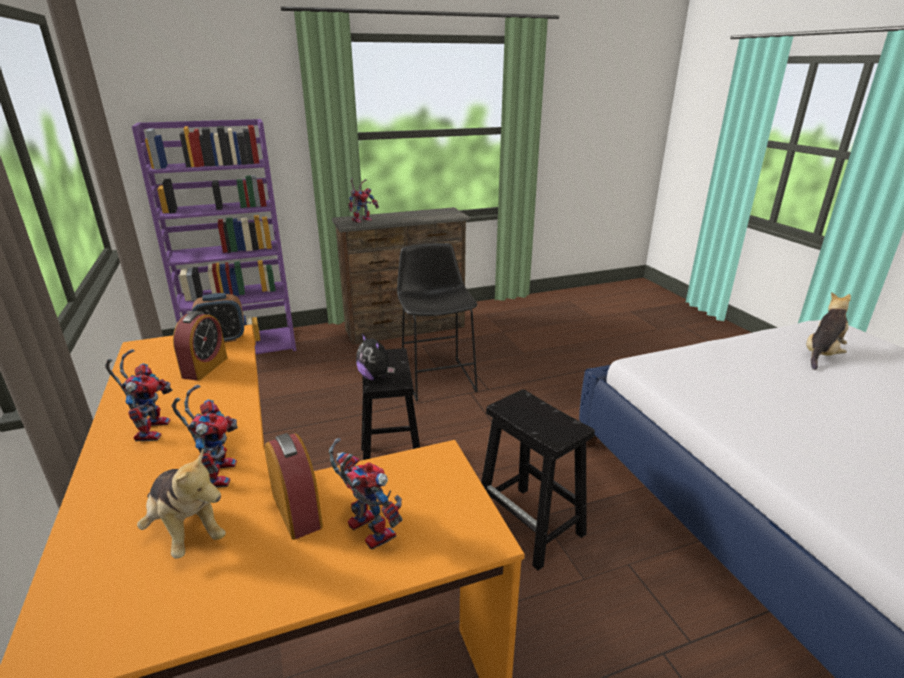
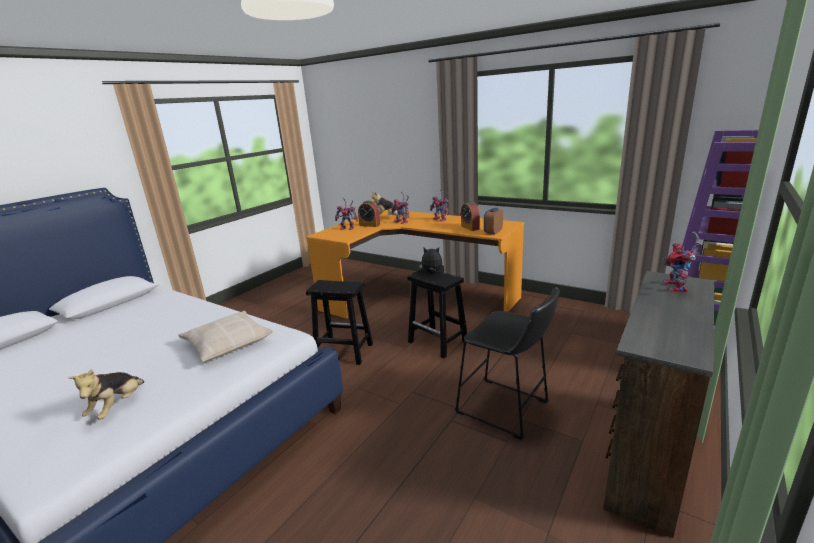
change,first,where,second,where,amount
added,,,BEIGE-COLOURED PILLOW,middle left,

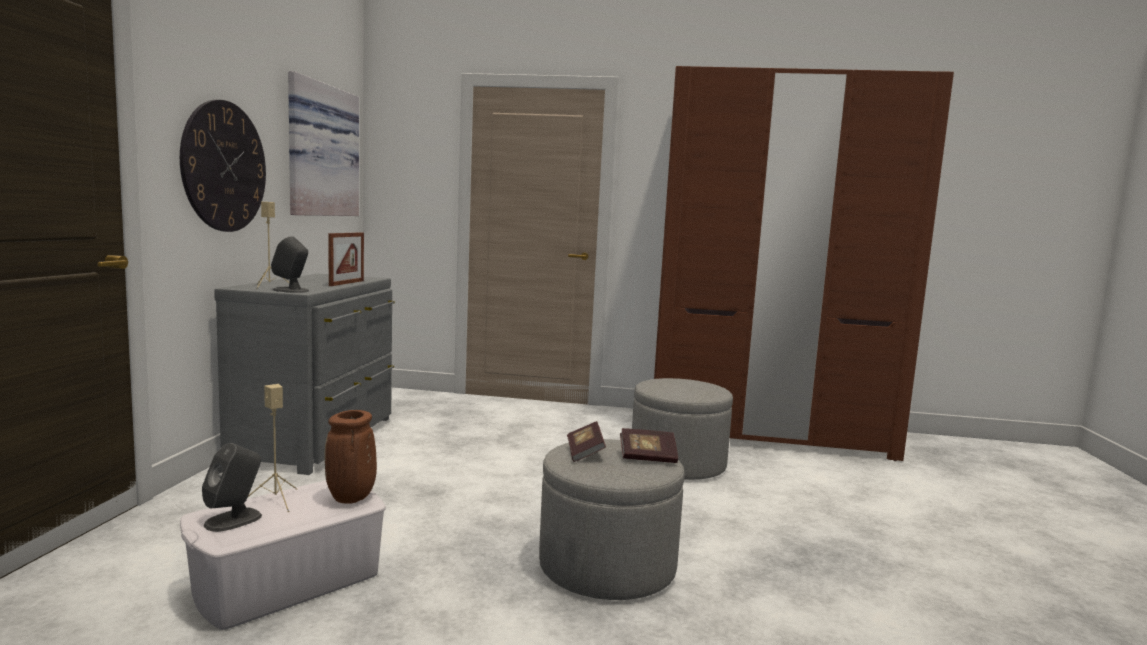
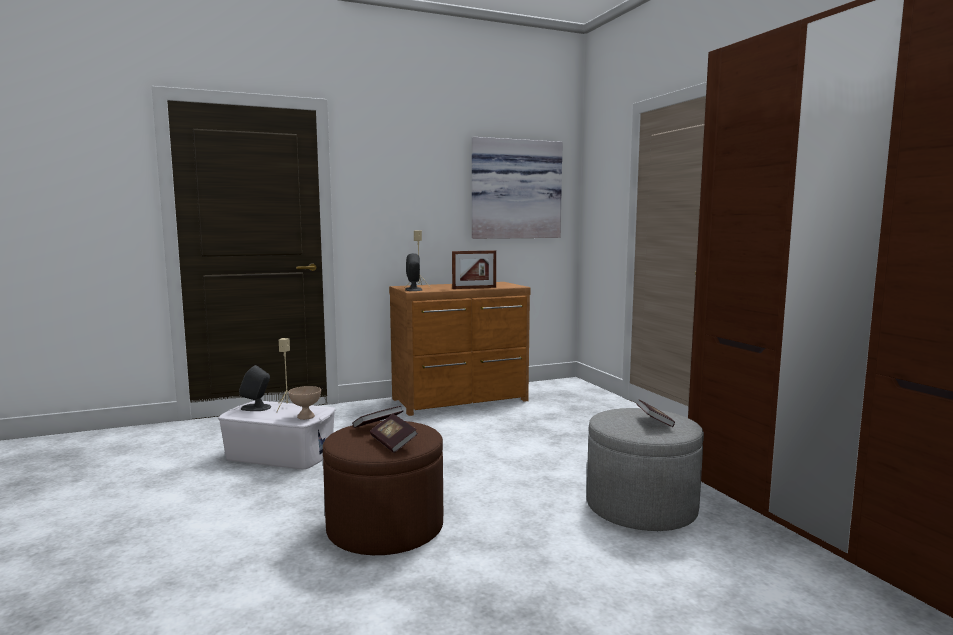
change,first,where,second,where,amount
removed,WALL CLOCK,top left,,,
recoloured,GREYISH CHEST OF DRAWERS,middle left,BROWNISH CHEST OF DRAWERS,centre,
replaced,BROWNISH VASE,bottom left,BEIGE-COLOURED DEEP DISH,middle left,
recoloured,GREYISH FOOTREST (1st from left),bottom centre,BROWNISH FOOTREST,bottom centre,
added,,,VOLUME (3rd from left),middle right,

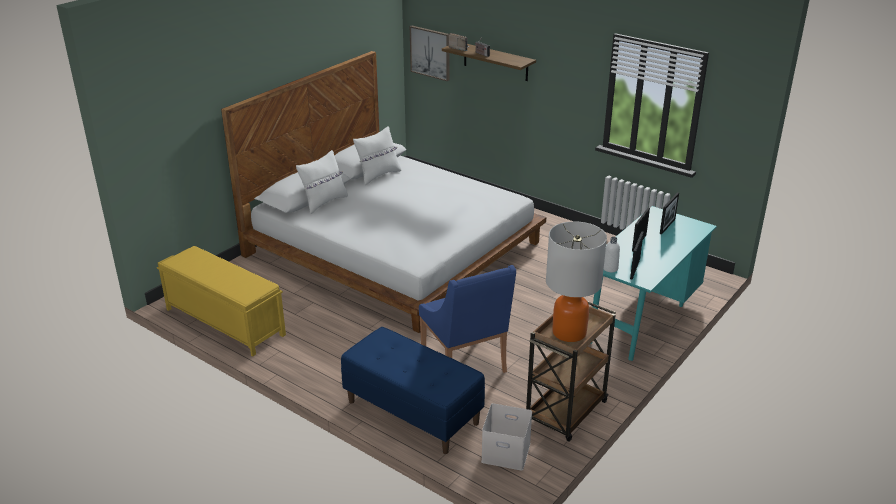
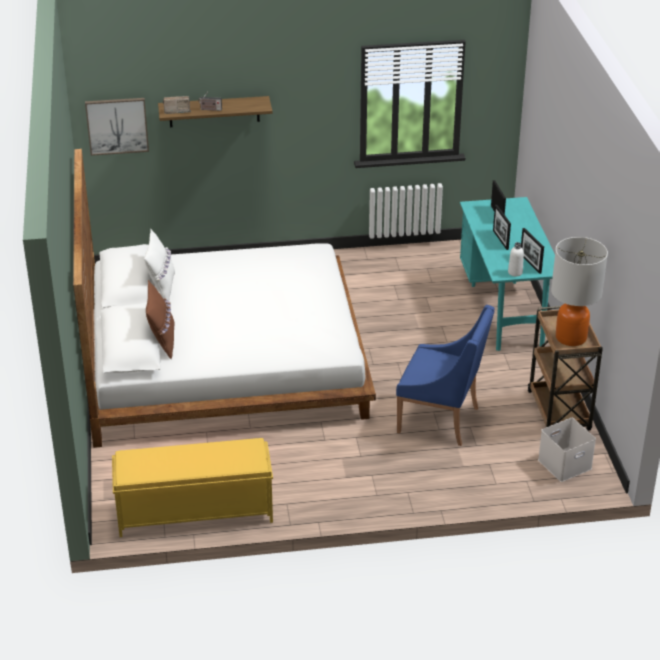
change,first,where,second,where,amount
recoloured,WHITE PILLOW (1st from left),centre,BROWNISH PILLOW,middle left,
removed,BLUISH LONG SEAT,bottom centre,,,

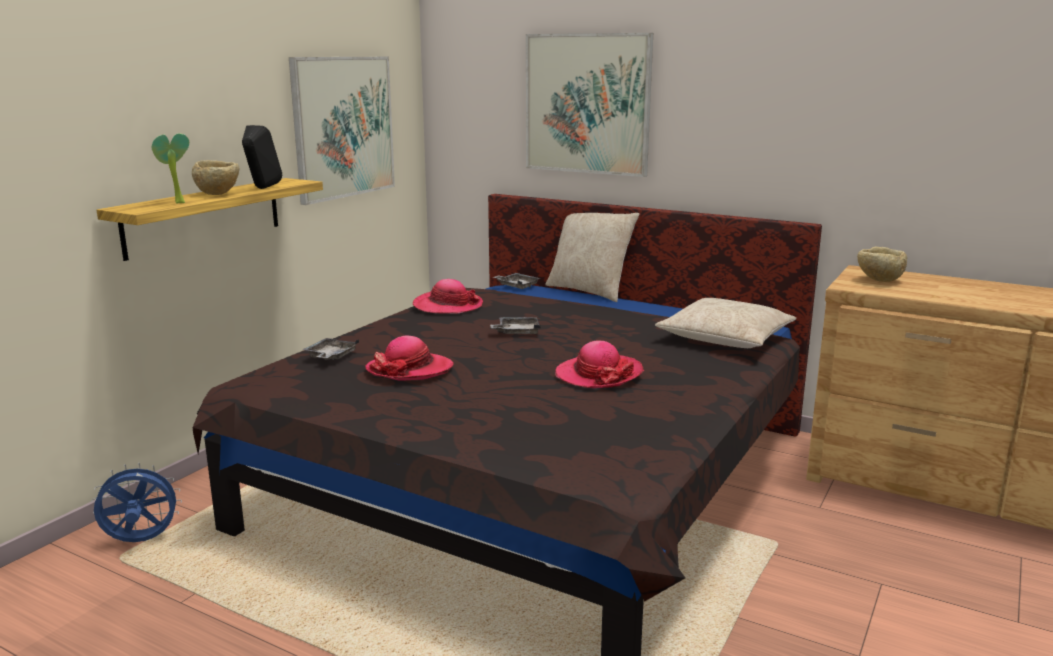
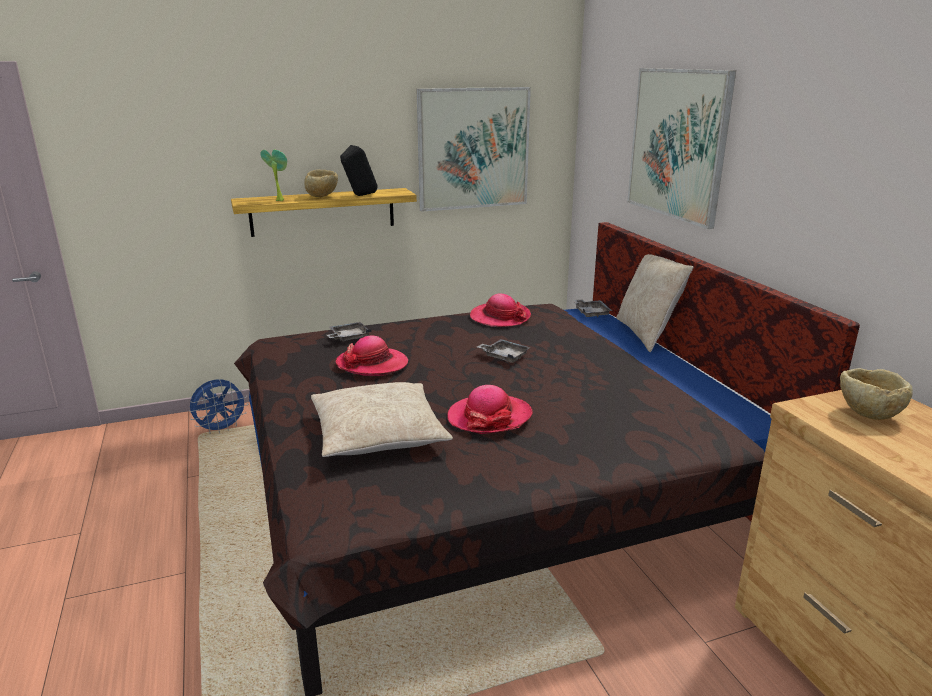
change,first,where,second,where,amount
turned,BLUISH ELECTRIC FAN,bottom left,,middle left,120 degrees clockwise
moved,BEIGE-COLOURED PILLOW (2nd from left in the first image),middle right,BEIGE-COLOURED PILLOW (1st from left),centre,

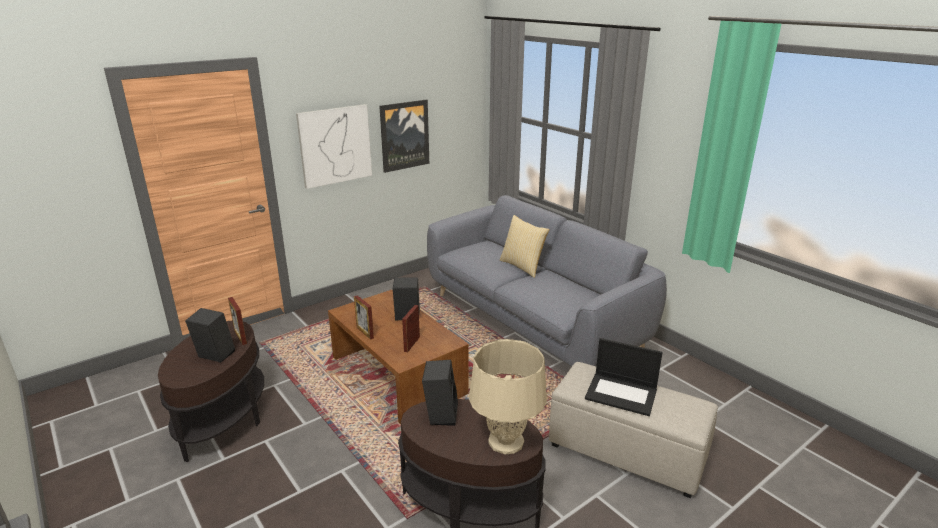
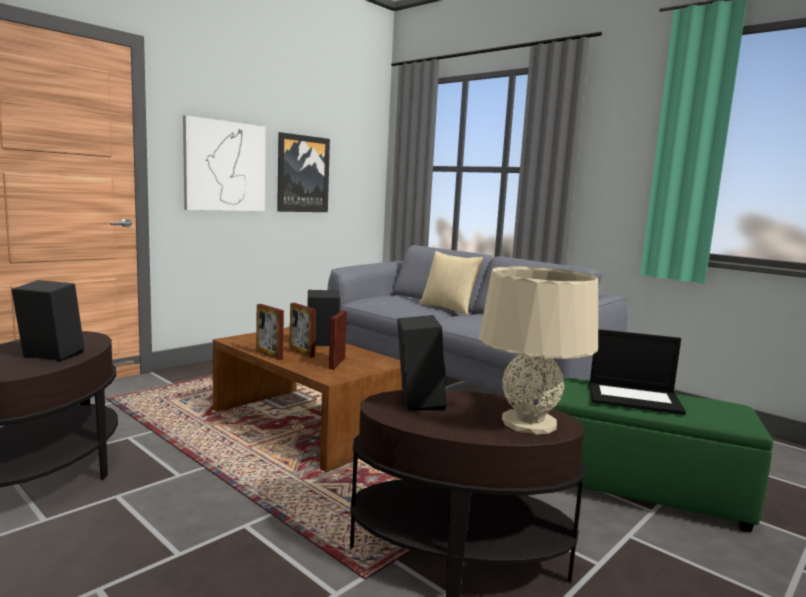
change,first,where,second,where,amount
moved,PHOTO FRAME (1st from left in the first image),middle left,PHOTO FRAME (2nd from left),centre,
recoloured,BEIGE-COLOURED FOOTREST,bottom right,GREEN FOOTREST,bottom right,

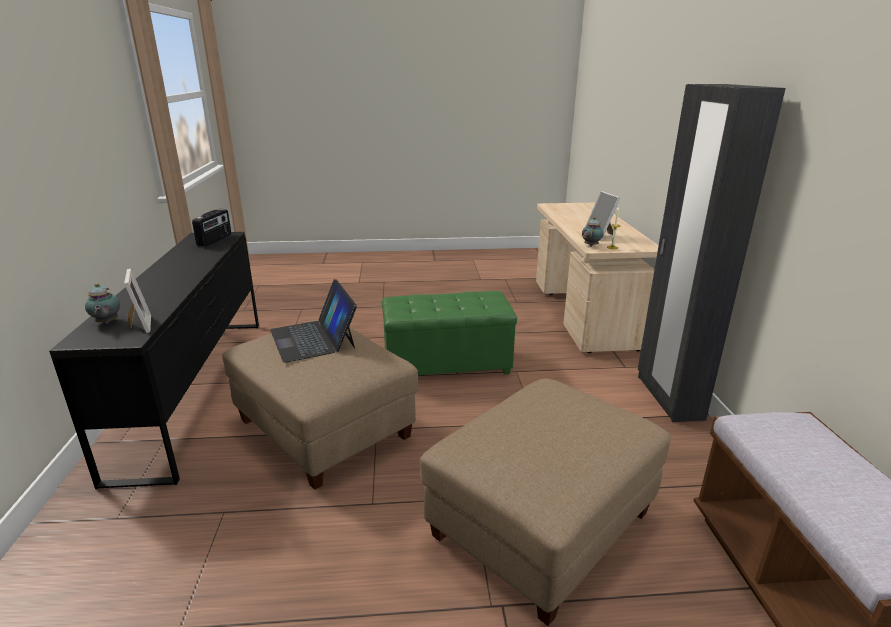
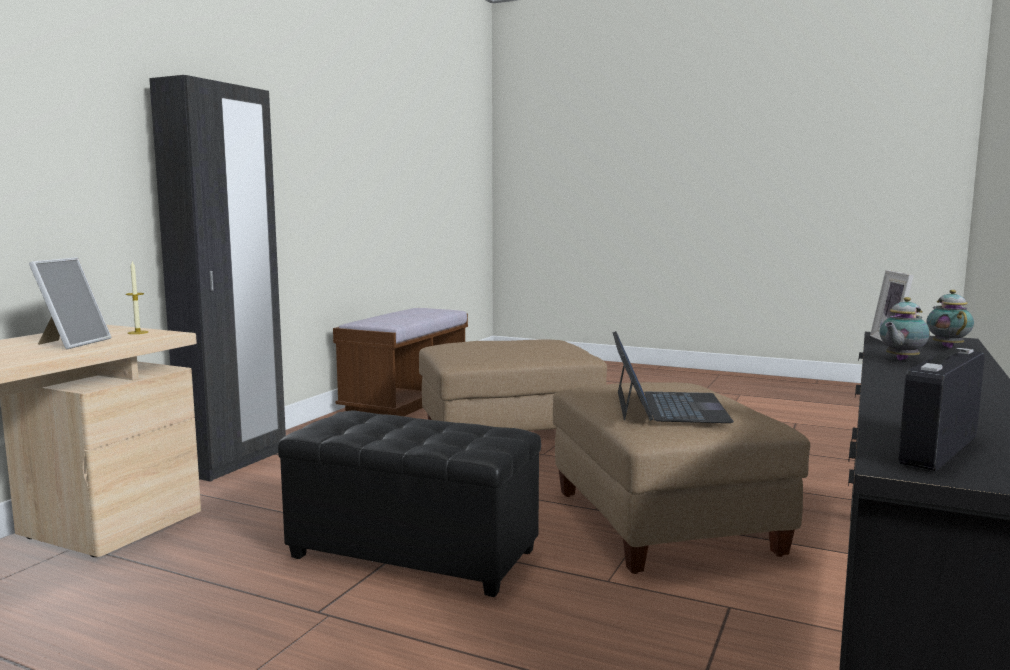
change,first,where,second,where,amount
recoloured,GREEN FOOTREST,centre,BLACK-COLOURED FOOTREST,bottom centre,
moved,TEAPOT (2nd from left in the first image),centre,TEAPOT (1st from left),middle right,

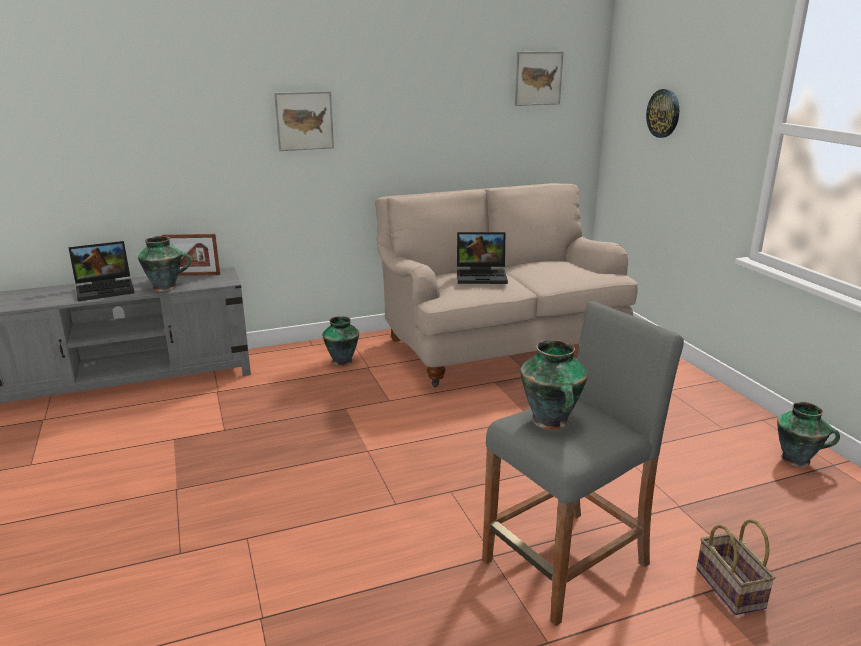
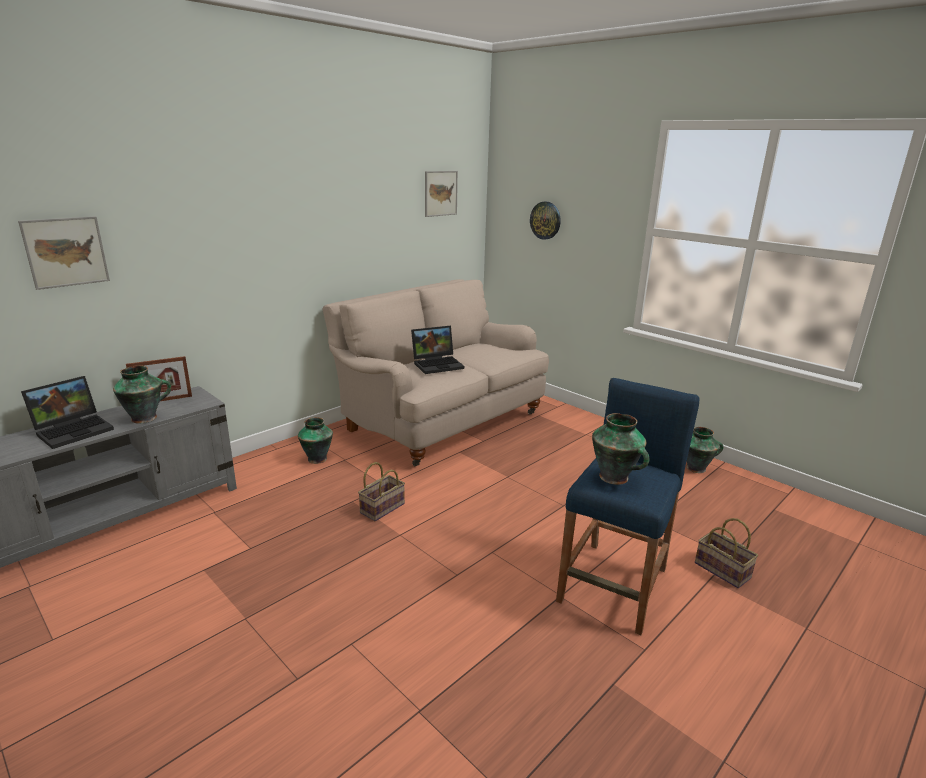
change,first,where,second,where,amount
moved,PICTURE (1st from left),top centre,,top left,
recoloured,GREYISH STOOL SEAT,bottom right,BLUISH STOOL SEAT,middle right,
added,,,STORAGE BASKET (1st from left),centre,

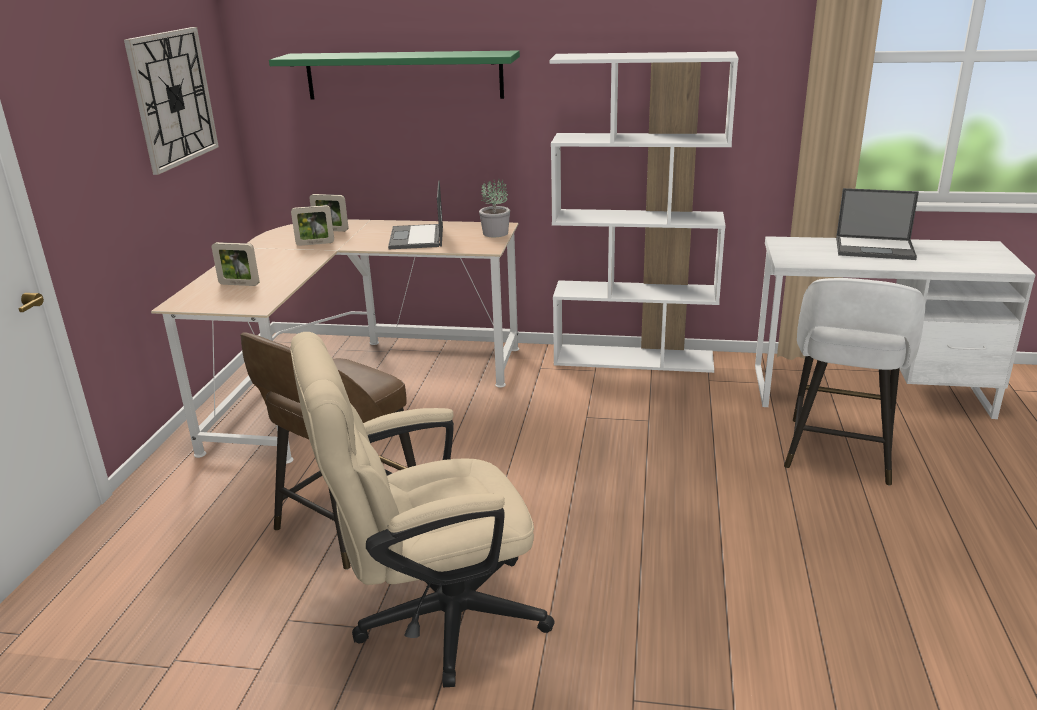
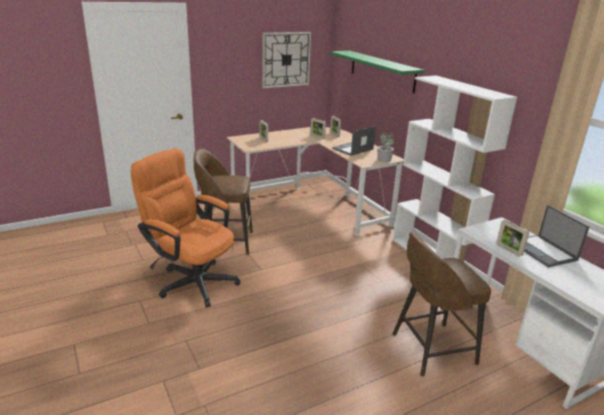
change,first,where,second,where,amount
recoloured,BEIGE-COLOURED DESK CHAIR,bottom centre,ORANGE DESK CHAIR,middle left,
recoloured,WHITE STOOL SEAT,middle right,BROWNISH STOOL SEAT (2nd from left),bottom right,
added,,,PHOTO FRAME (4th from left),middle right,

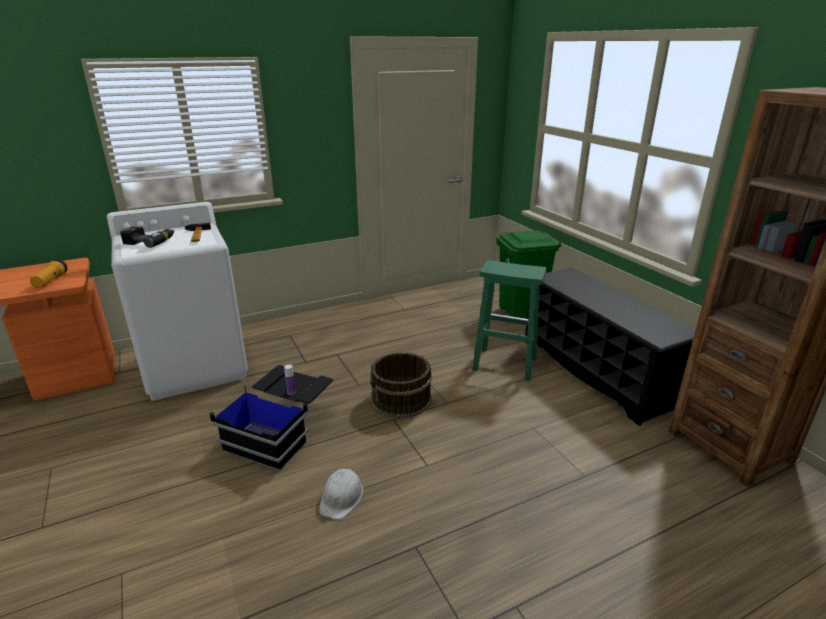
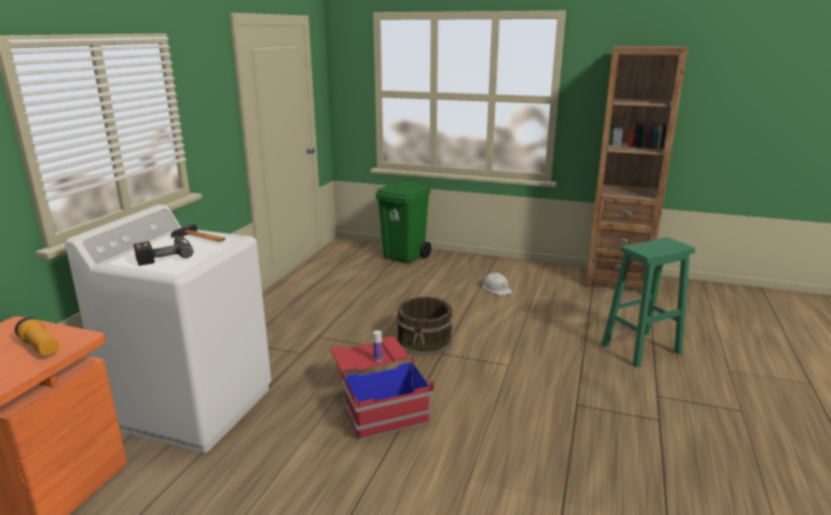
change,first,where,second,where,amount
recoloured,BLACK-COLOURED STORAGE CONTAINER,bottom left,RED-COLOURED STORAGE CONTAINER,bottom centre,
moved,WHITE WORK HELMET,bottom centre,,centre,
moved,GREEN STOOL SEAT,centre,,middle right,
removed,BLACK-COLOURED SHOE SHELF,middle right,,,

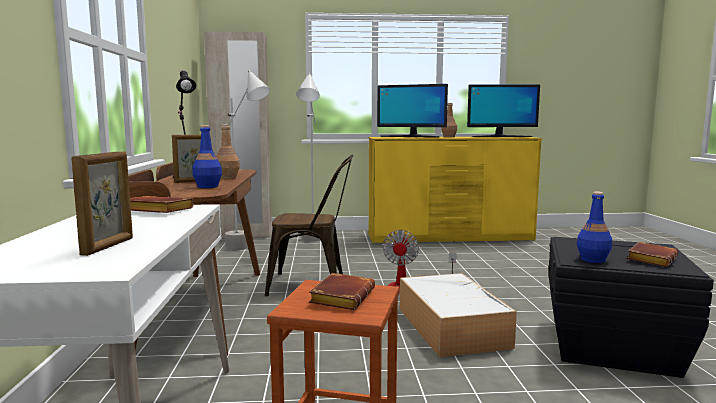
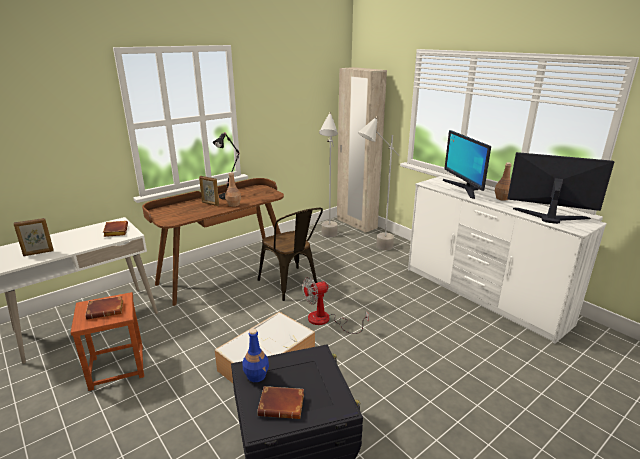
change,first,where,second,where,amount
removed,BLUISH BEVERAGE BOTTLE (1st from left),middle left,,,
recoloured,YELLOW-COLOURED CHEST OF DRAWERS,centre,WHITE CHEST OF DRAWERS,middle right,
turned,COMPUTER SCREEN (2nd from left),top right,,middle right,150 degrees clockwise

